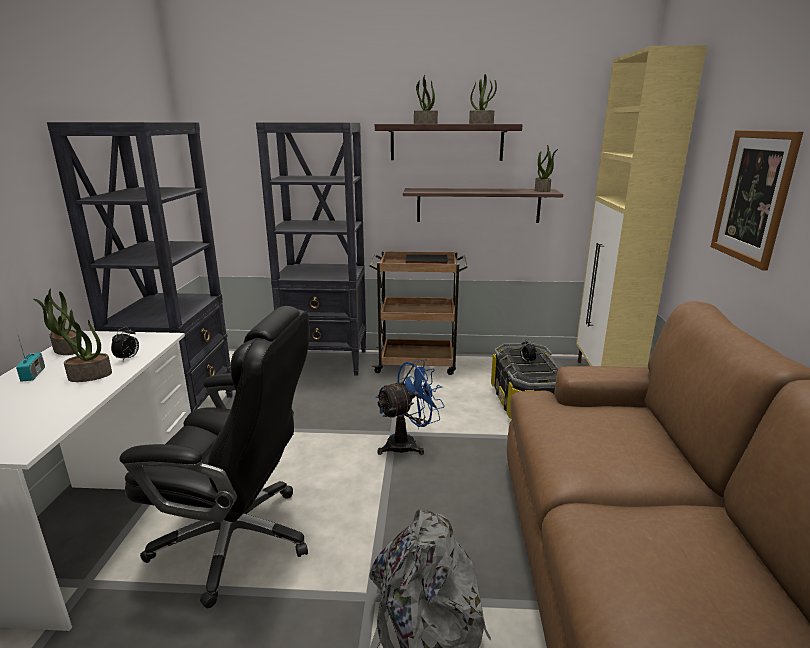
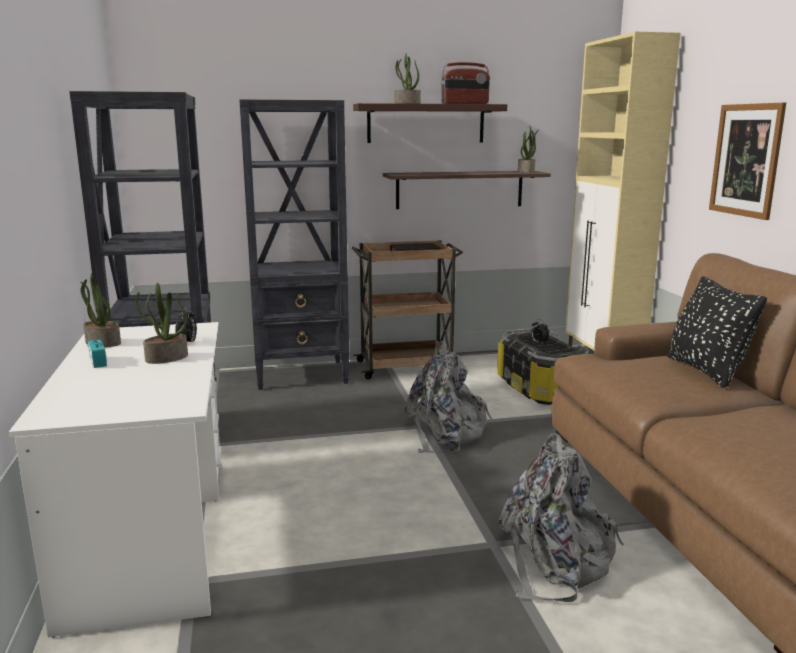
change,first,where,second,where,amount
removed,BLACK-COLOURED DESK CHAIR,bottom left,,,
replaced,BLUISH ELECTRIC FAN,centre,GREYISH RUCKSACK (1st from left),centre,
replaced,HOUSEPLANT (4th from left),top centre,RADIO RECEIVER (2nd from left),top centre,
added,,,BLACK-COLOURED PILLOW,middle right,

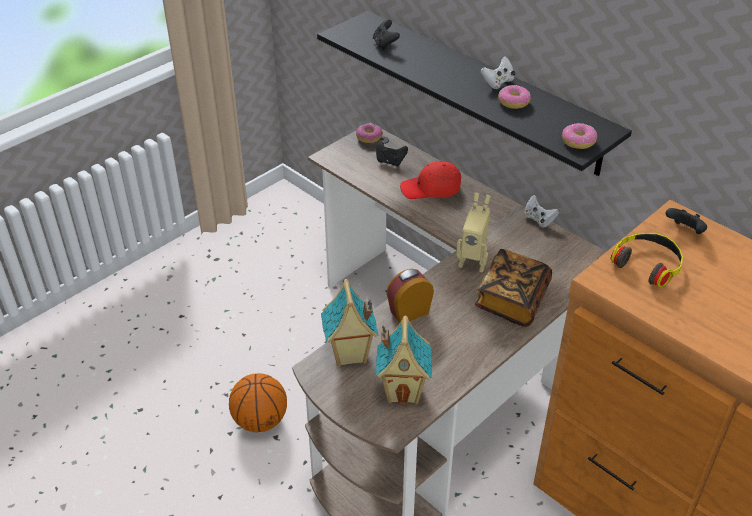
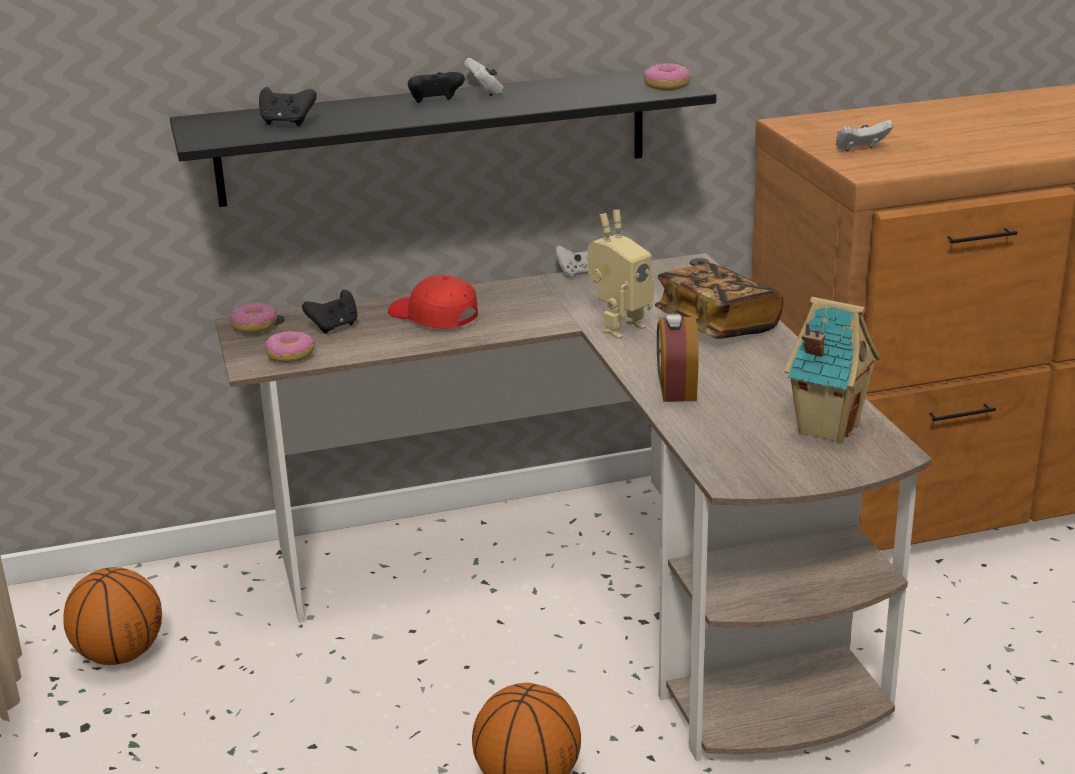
change,first,where,second,where,amount
removed,MODEL HOUSE (1st from left),centre,,,
turned,RED-COLOURED PEAKED CAP,centre,,centre,105 degrees clockwise
moved,DOUGHNUT (2nd from left),top right,,middle left,
replaced,HEADSET,middle right,WHITE GAME CONTROLLER (3rd from left),top right,
moved,BLACK-COLOURED GAME CONTROLLER (3rd from left),middle right,,top centre,
added,,,BASKETBALL (1st from left),bottom left,

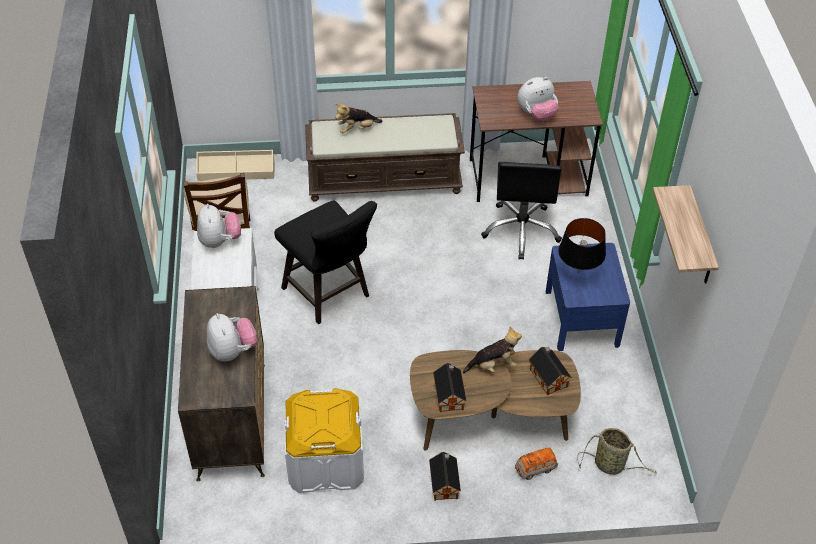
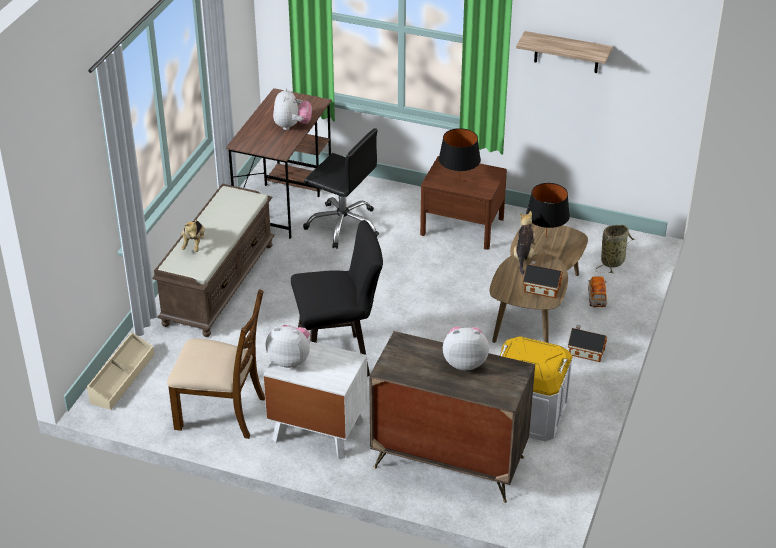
change,first,where,second,where,amount
replaced,MODEL HOUSE (3rd from left),bottom right,BLACK-COLOURED LAMP FOR A TABLE (2nd from left),middle right,
recoloured,BLUISH NIGHT TABLE,middle right,BROWNISH NIGHT TABLE,centre,

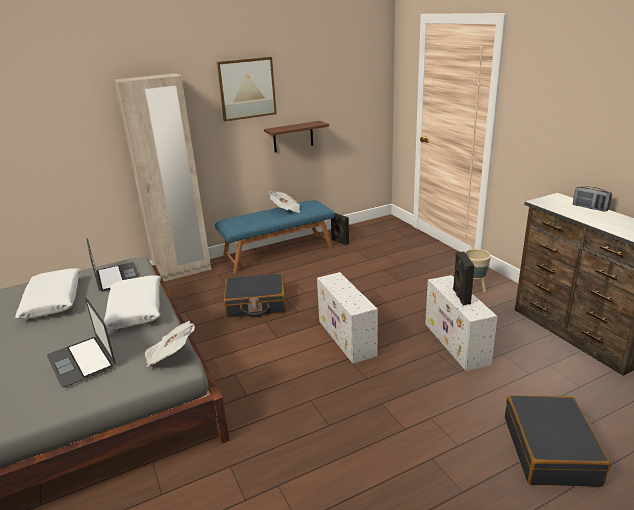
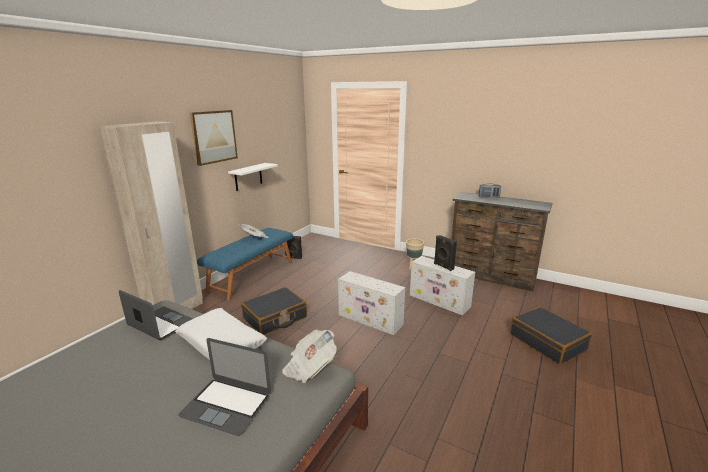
change,first,where,second,where,amount
removed,WHITE PILLOW (1st from left),middle left,,,
recoloured,BROWNISH BRACKET SHELF,top centre,WHITE BRACKET SHELF,centre,

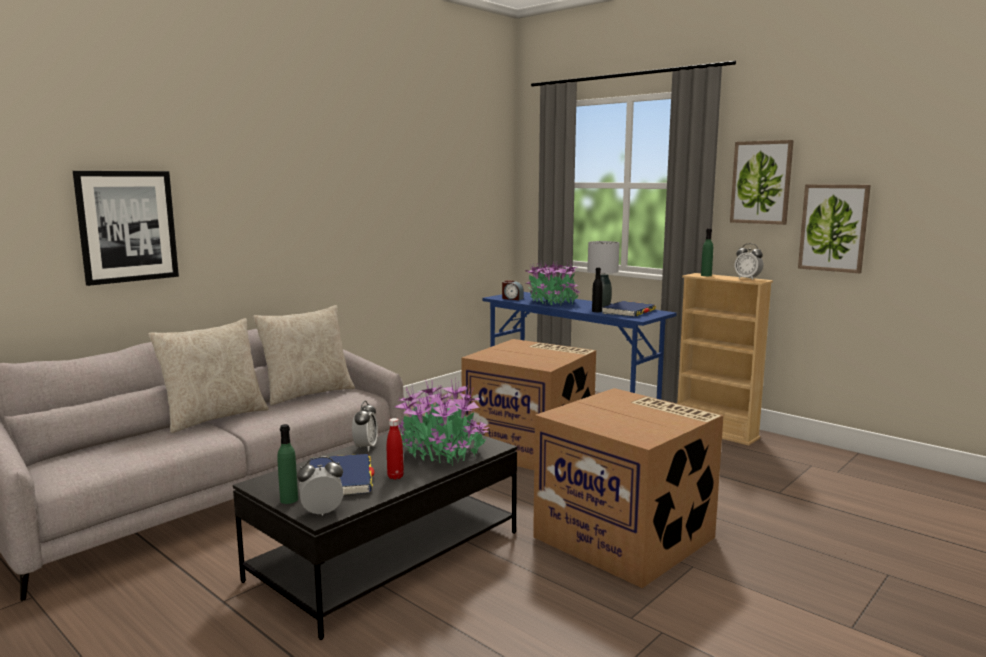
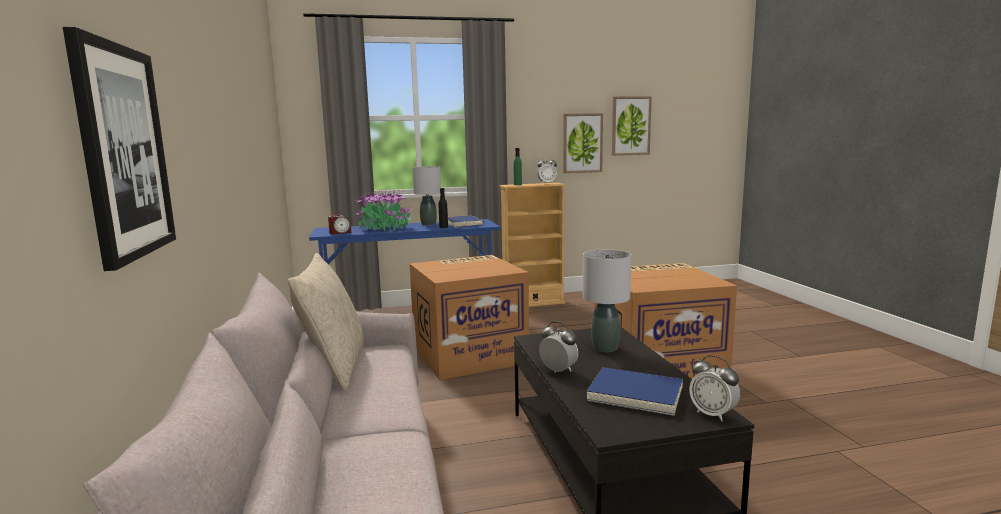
change,first,where,second,where,amount
removed,BEIGE-COLOURED PILLOW (1st from left),middle left,,,
removed,GREEN BEVERAGE BOTTLE (1st from left),bottom left,,,
turned,TABLE CLOCK (1st from left in the first image),bottom left,TABLE CLOCK (4th from left),bottom right,60 degrees counterclockwise
removed,RED-COLOURED BEVERAGE BOTTLE,bottom centre,,,
replaced,HOUSEPLANT (1st from left),centre,GREYISH LAMP FOR A TABLE (2nd from left),centre,
moved,PICTURE (2nd from left in the first image),top right,PICTURE (3rd from left),top centre,

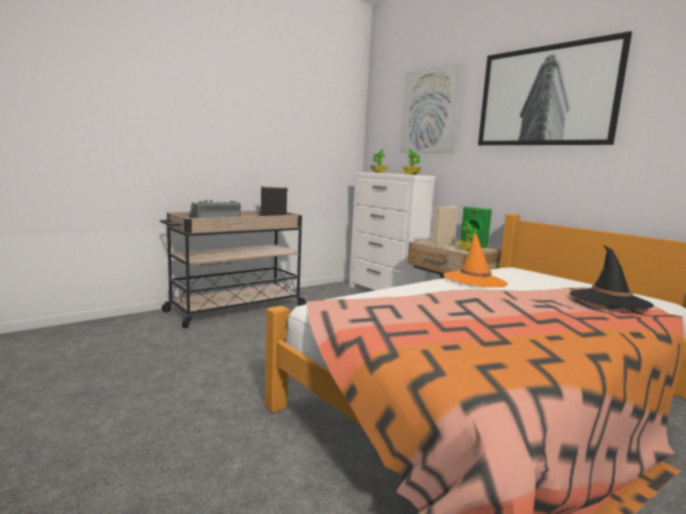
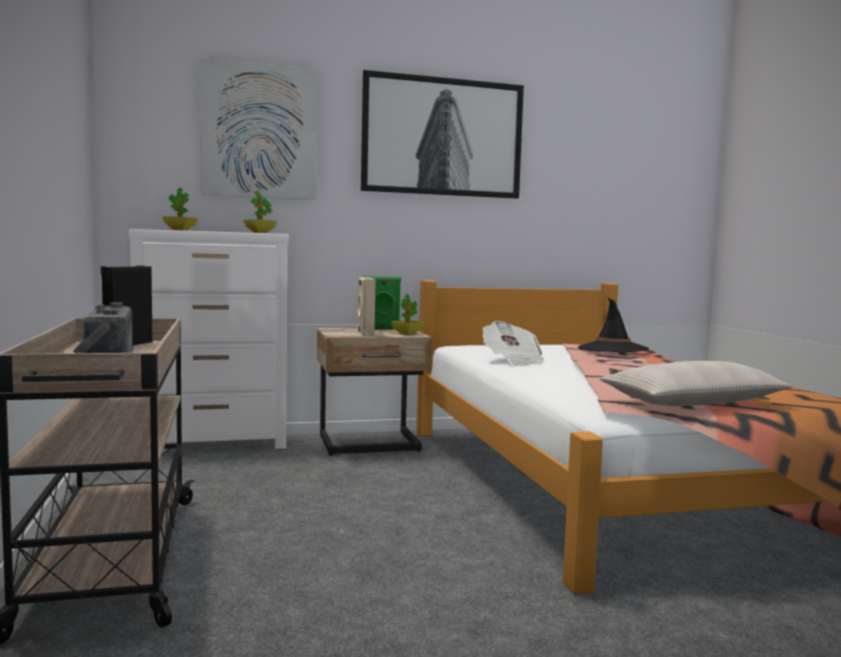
change,first,where,second,where,amount
replaced,ORANGE HAT,middle right,NEWSPAPER,centre,
added,,,BEIGE-COLOURED PILLOW,middle right,

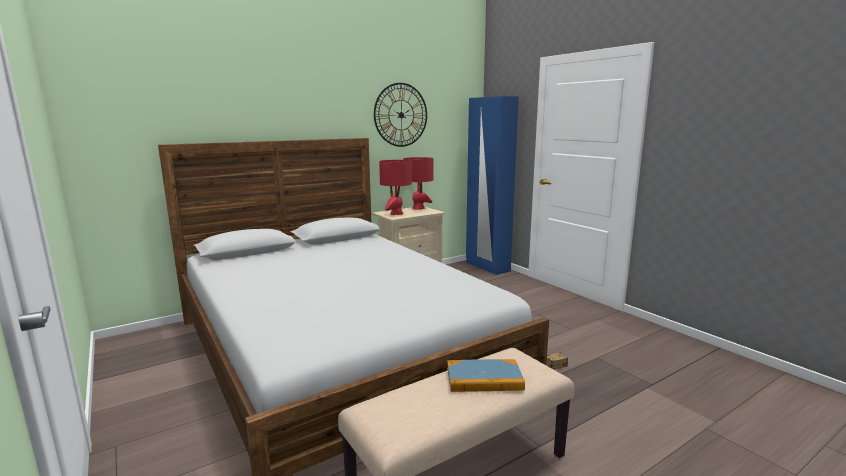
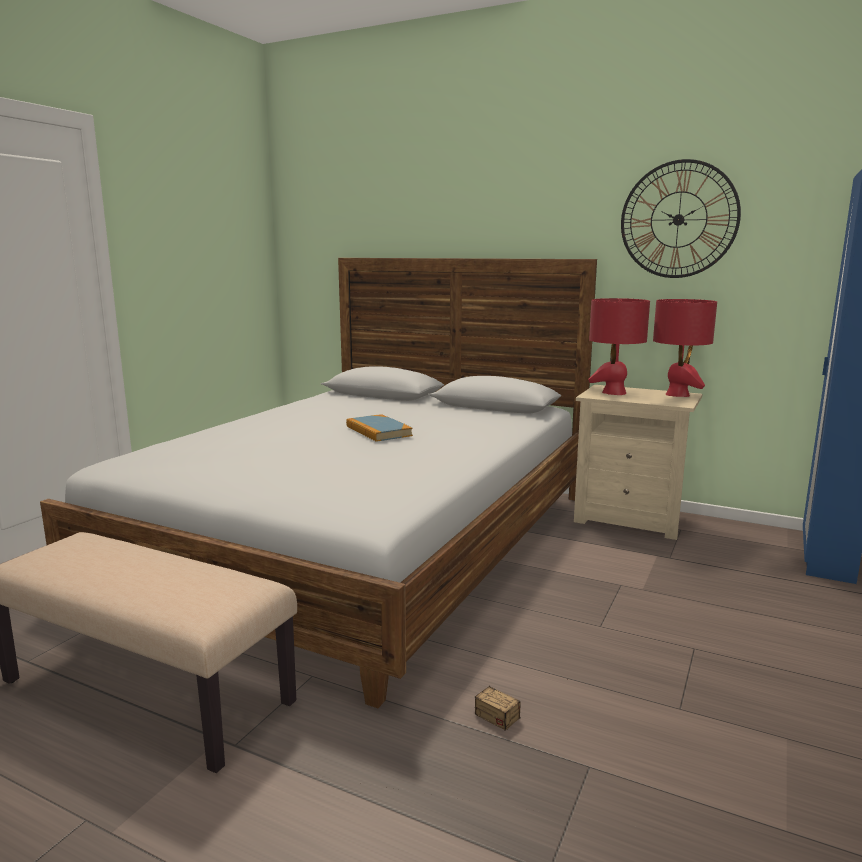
change,first,where,second,where,amount
moved,VOLUME,bottom centre,,centre,

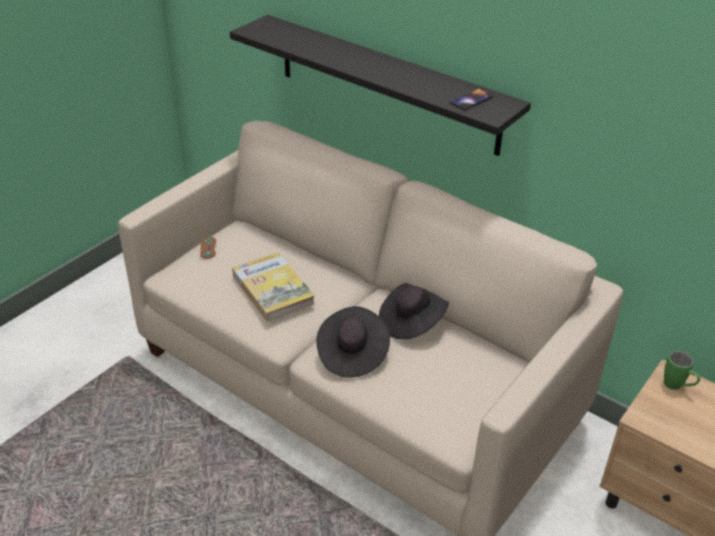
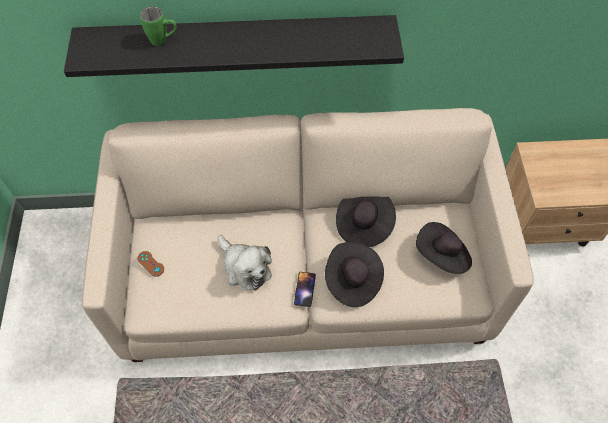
change,first,where,second,where,amount
replaced,VOLUME,centre,PLUSH TOY,centre,
moved,TELEPHONE,top centre,,bottom centre,
moved,GREEN COFFEE MUG,bottom right,,top left,
added,,,BLACK-COLOURED HAT (3rd from left),middle right,

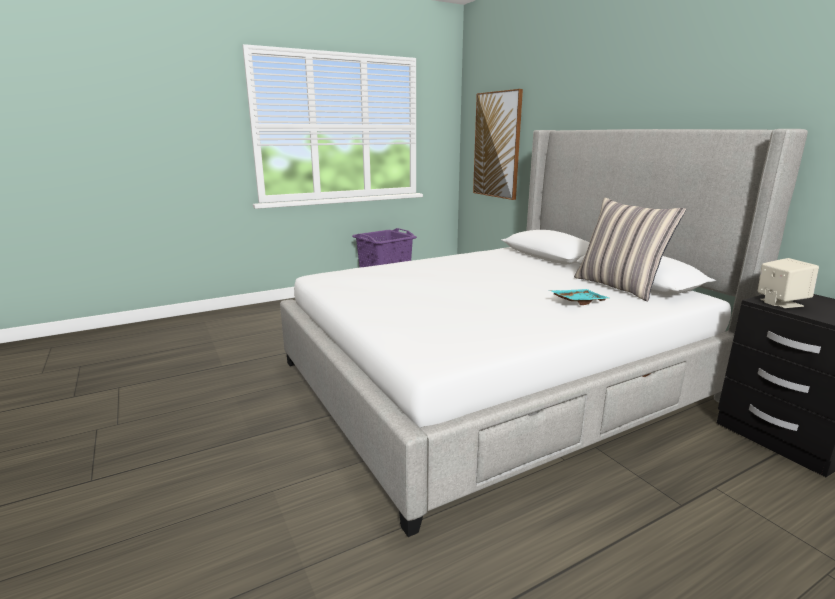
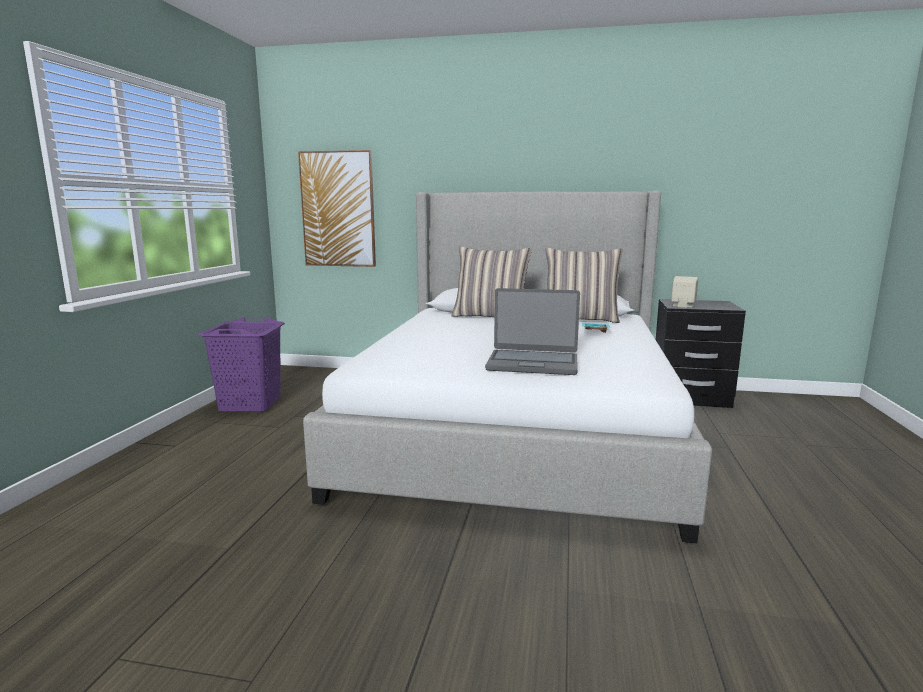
change,first,where,second,where,amount
added,,,PILLOW (1st from left),centre,
added,,,LAPTOP,centre,

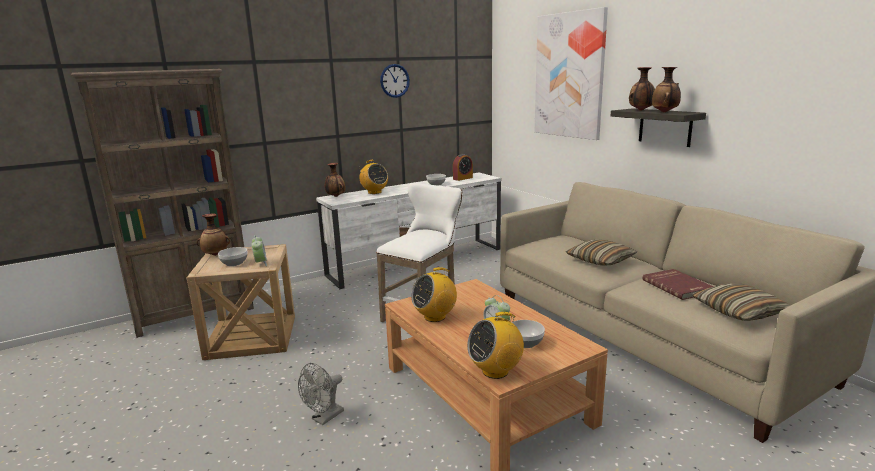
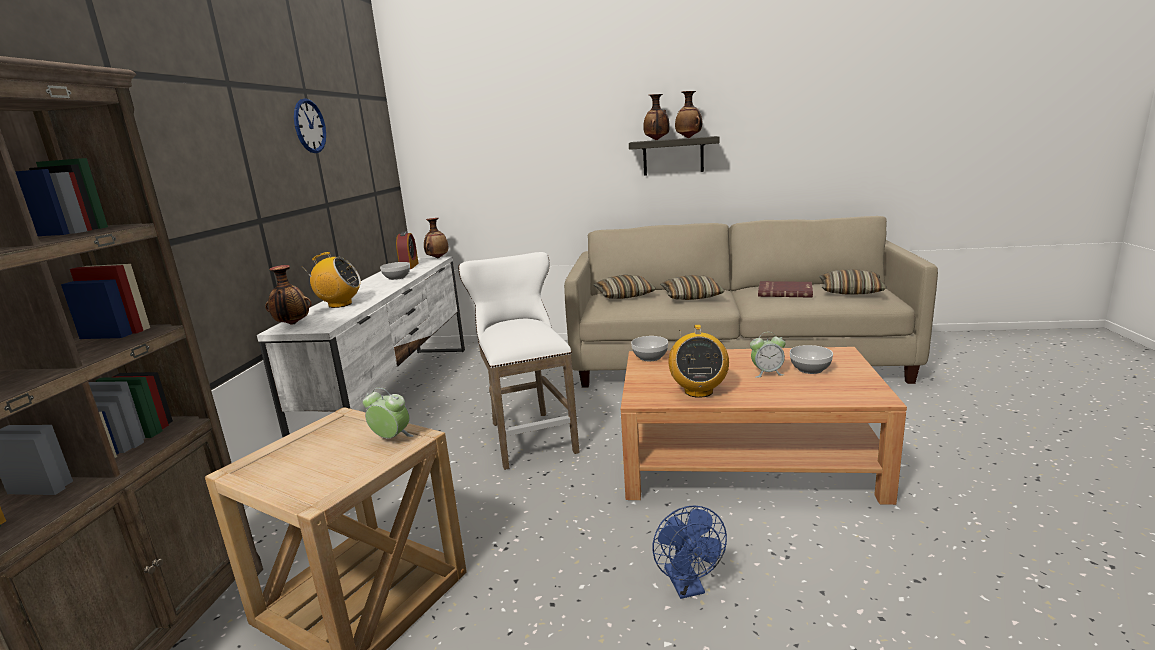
change,first,where,second,where,amount
moved,VASE (1st from left in the first image),middle left,VASE (2nd from left),centre,
moved,DEEP DISH (1st from left in the first image),middle left,DEEP DISH (2nd from left),centre,
recoloured,GREYISH ELECTRIC FAN,bottom centre,BLUISH ELECTRIC FAN,bottom centre,
removed,RADIO RECEIVER (3rd from left),bottom centre,,,
removed,PICTURE,top centre,,,
added,,,PILLOW (1st from left),centre,

